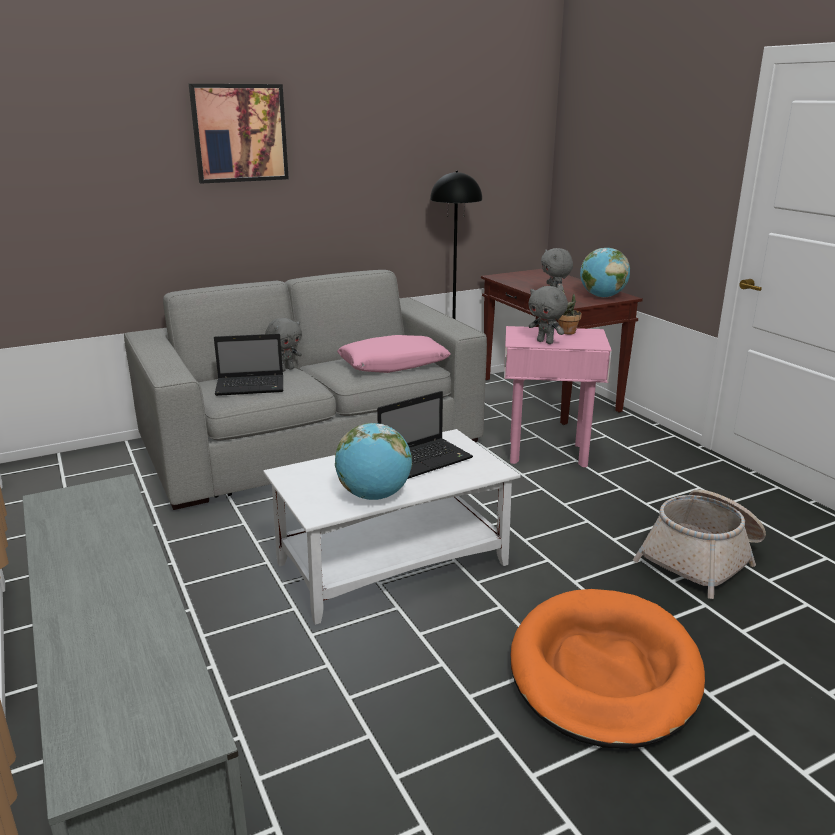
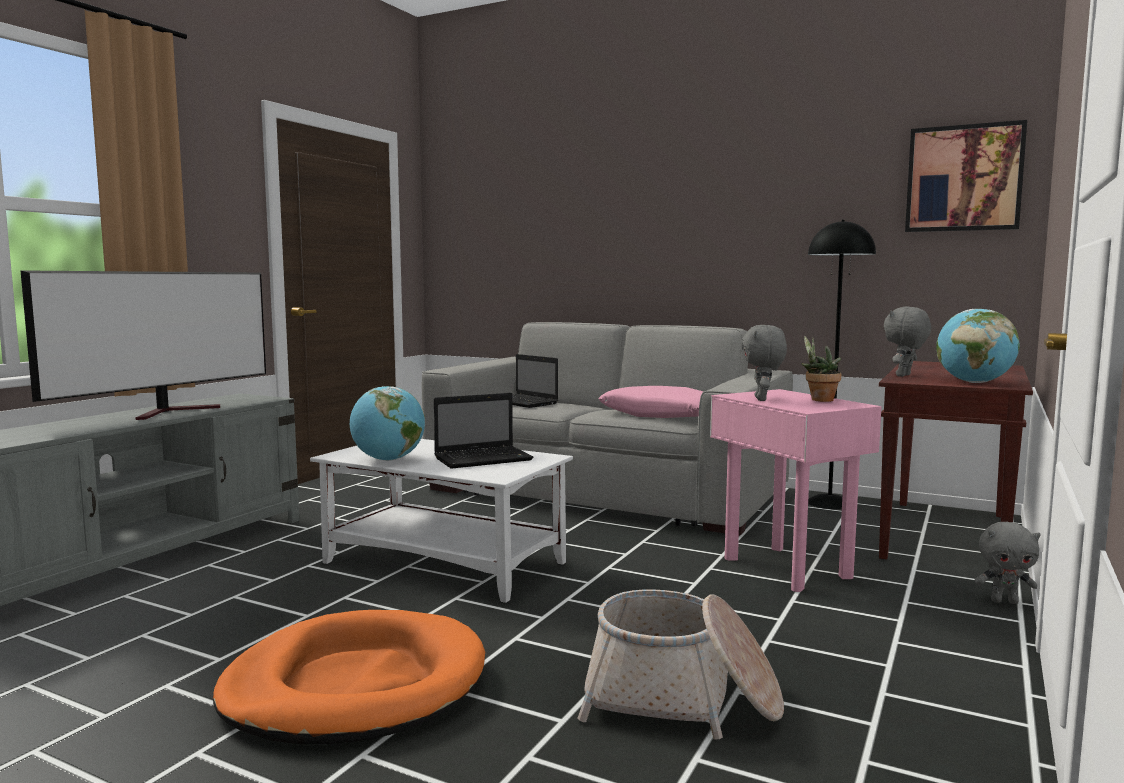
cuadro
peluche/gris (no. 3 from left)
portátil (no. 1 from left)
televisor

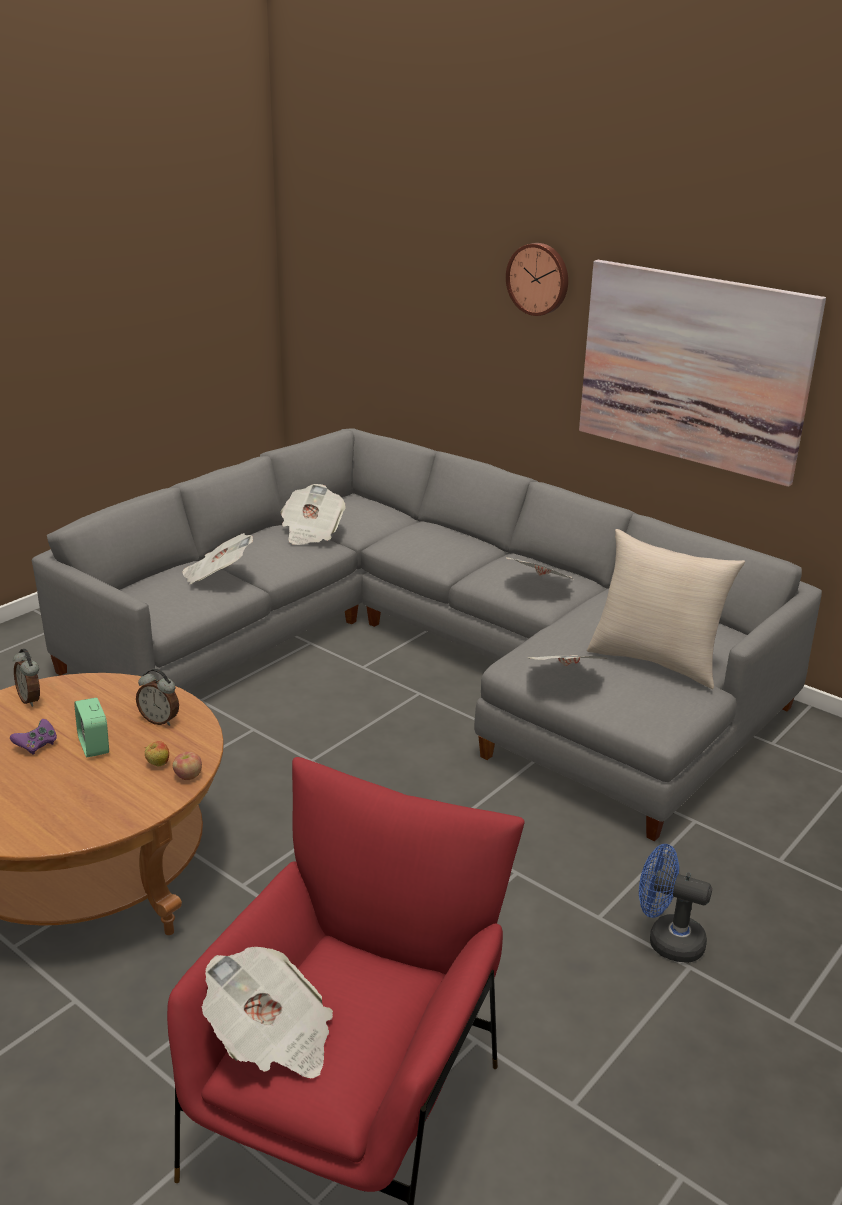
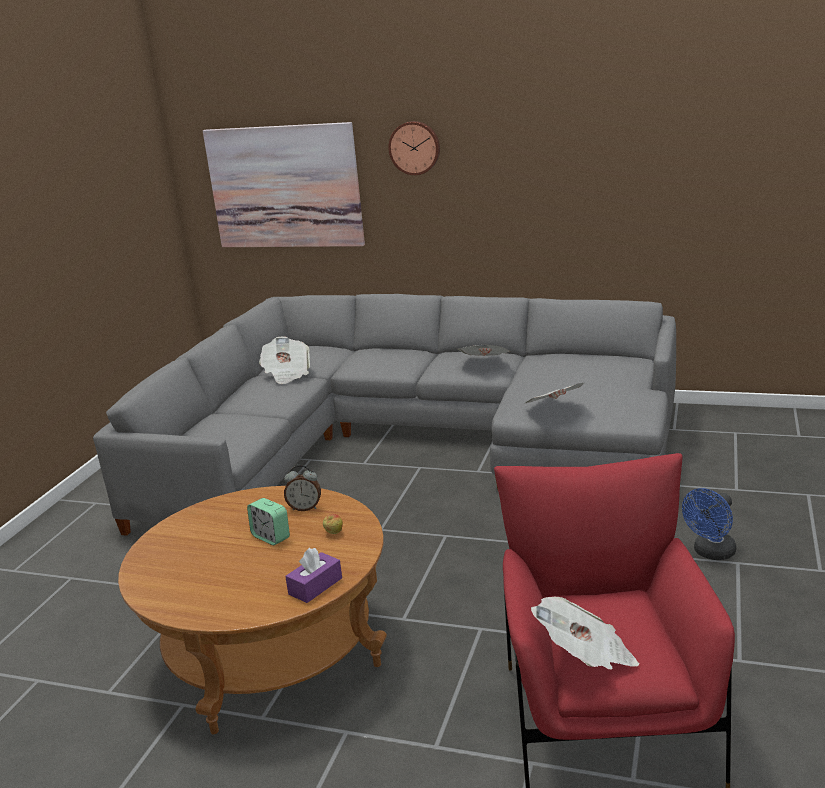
cuadro
cojín/beis
periódico (no. 1 from left in the first image)
despertador (no. 1 from left in the first image)
mando de consola/morado
manzana (no. 2 from left in the first image)
ventilador/azul
caja de pañuelos/morado

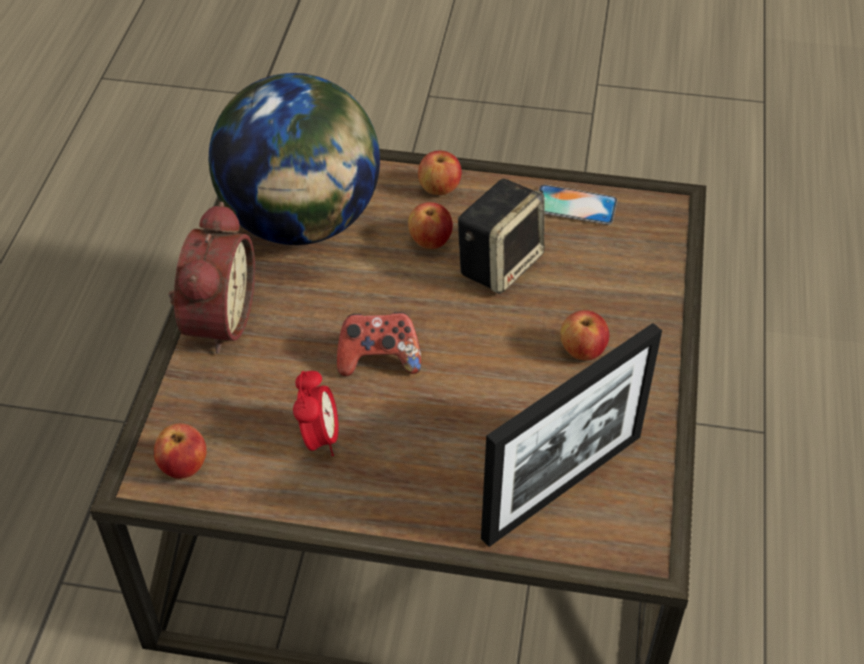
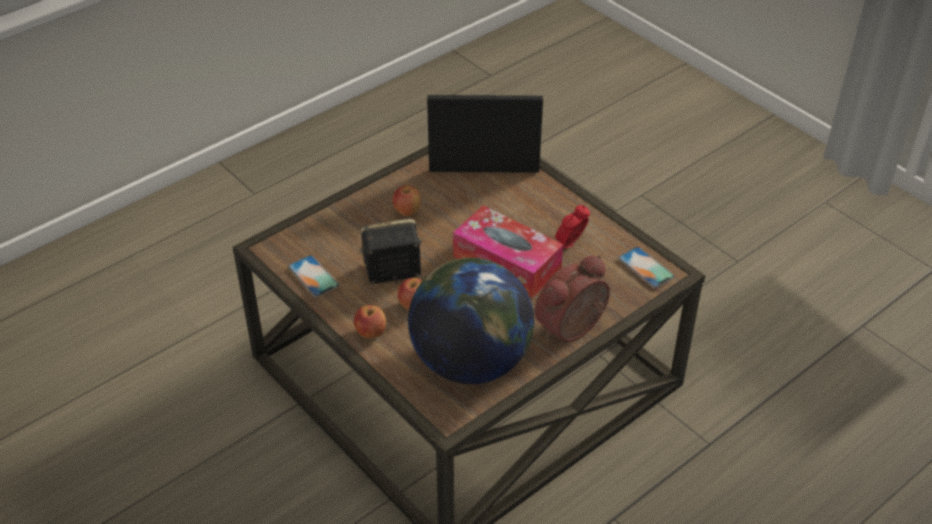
caja de pañuelos
móvil (no. 2 from left)

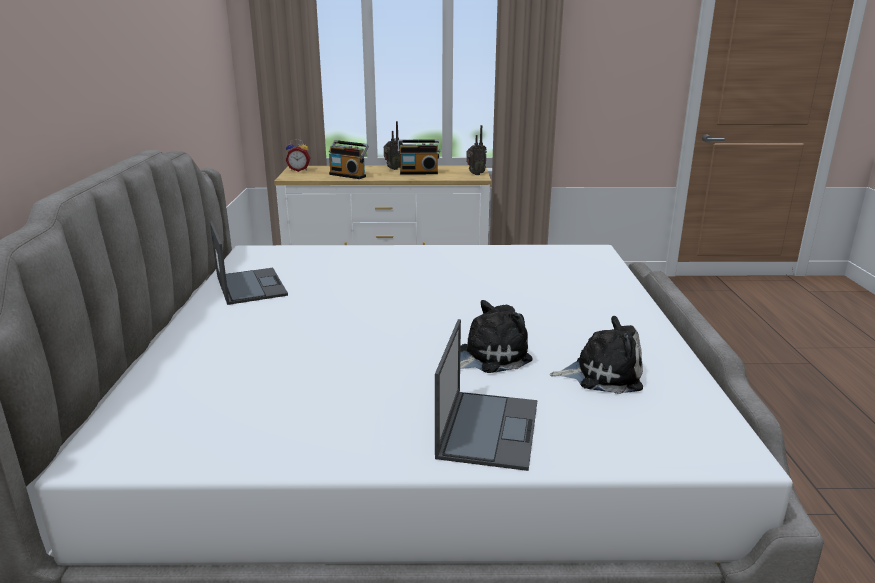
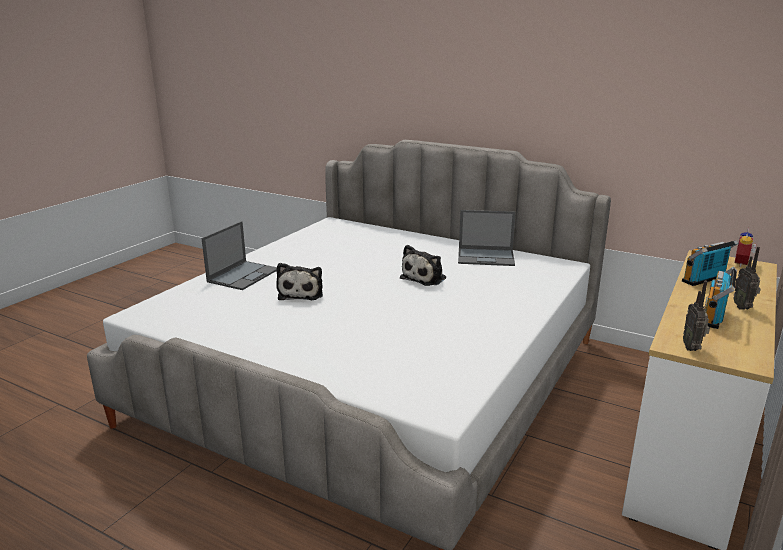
peluche (no. 2 from left)
portátil (no. 1 from left)

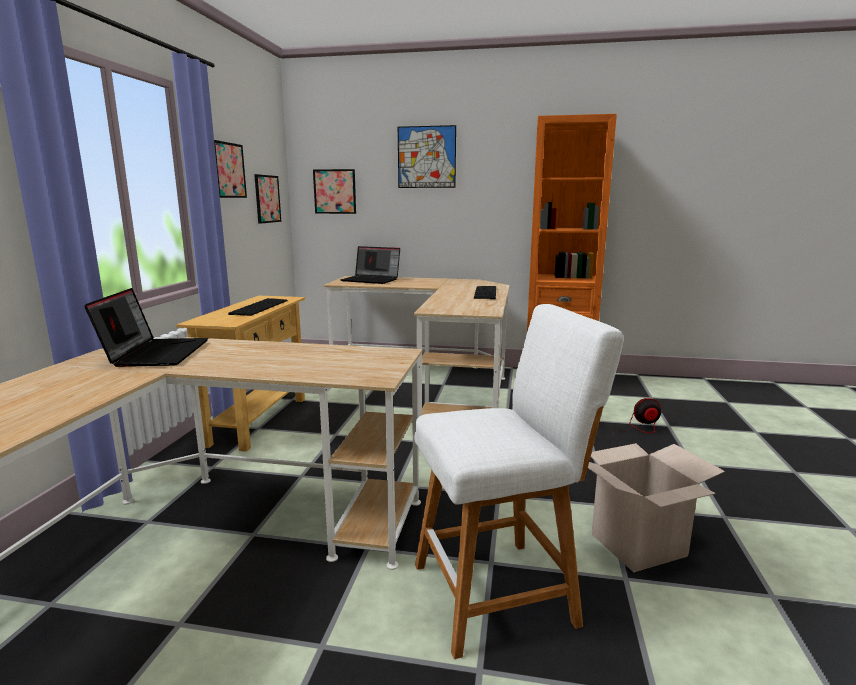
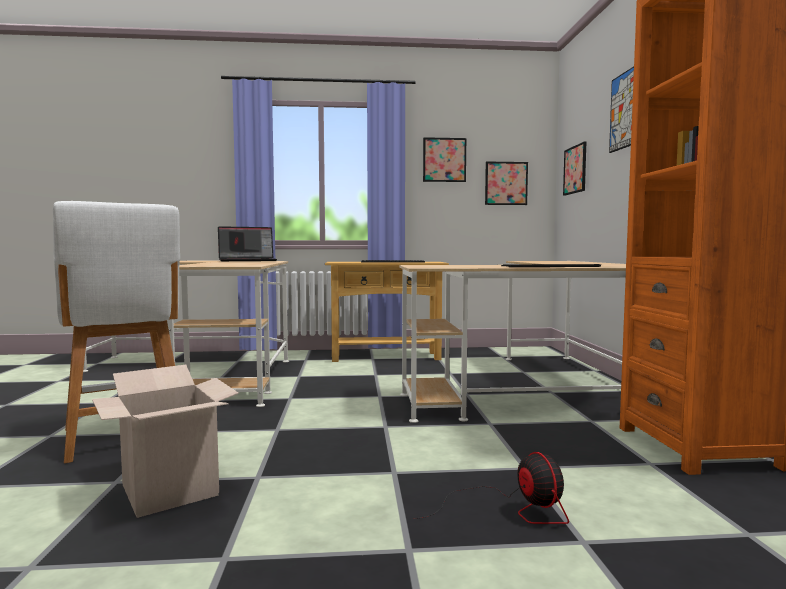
portátil (no. 2 from left in the first image)

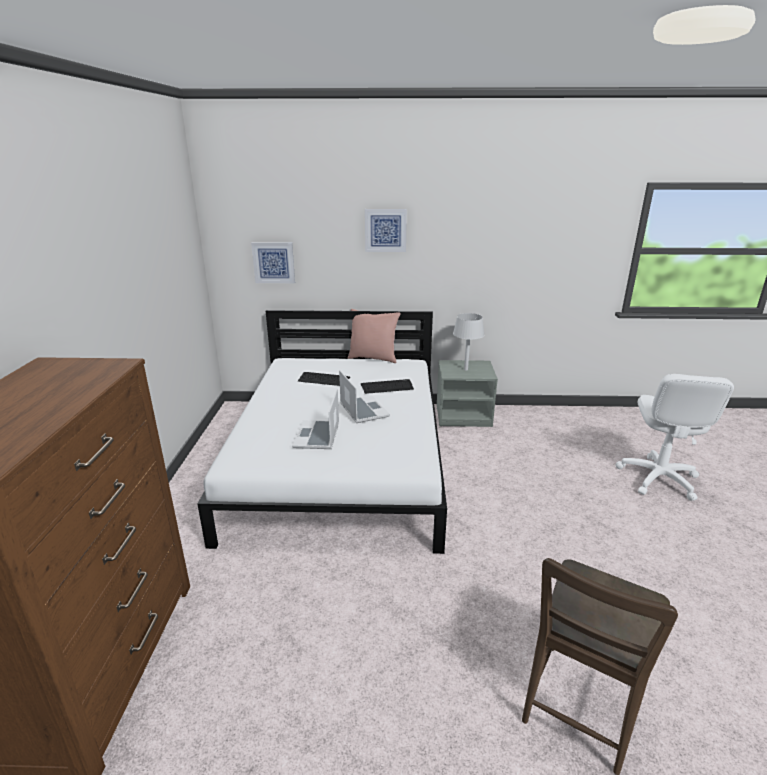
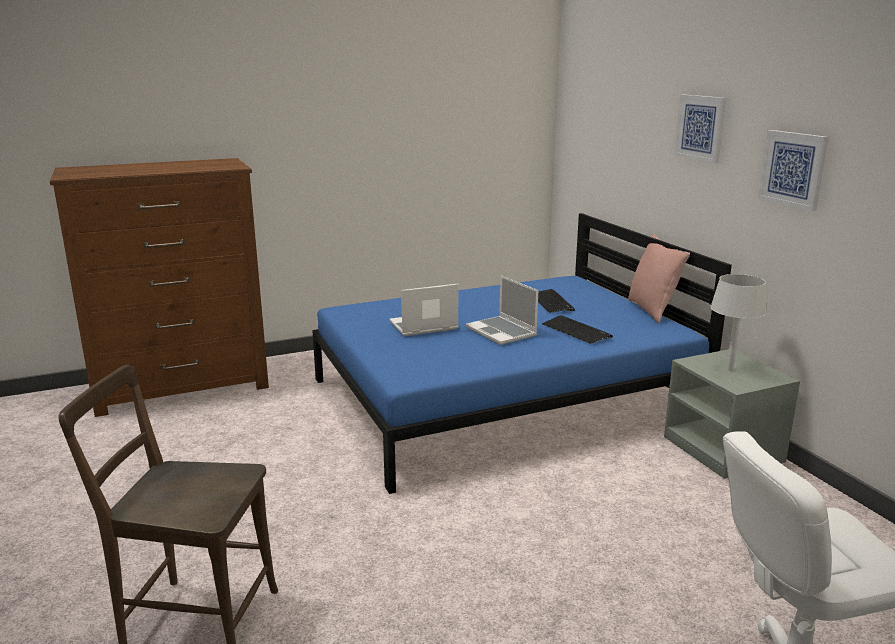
cuadro (no. 2 from left)
cama/azul
portátil (no. 2 from left)

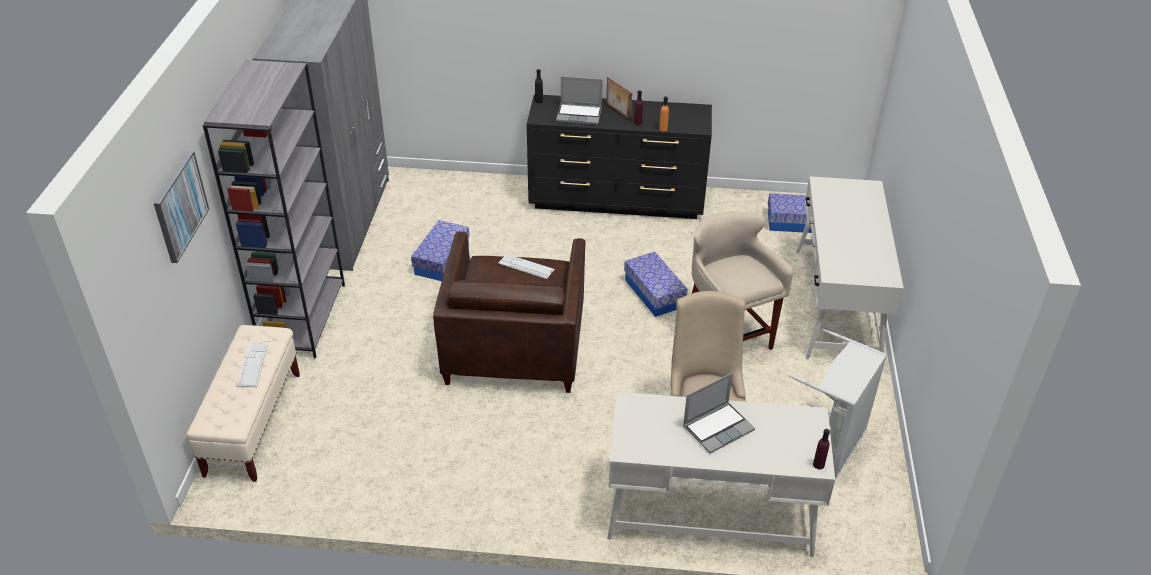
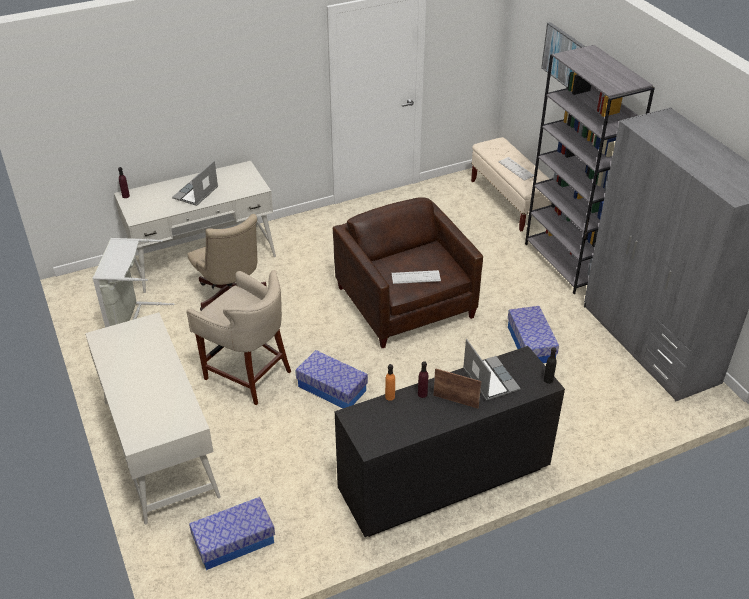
portátil (no. 2 from left)

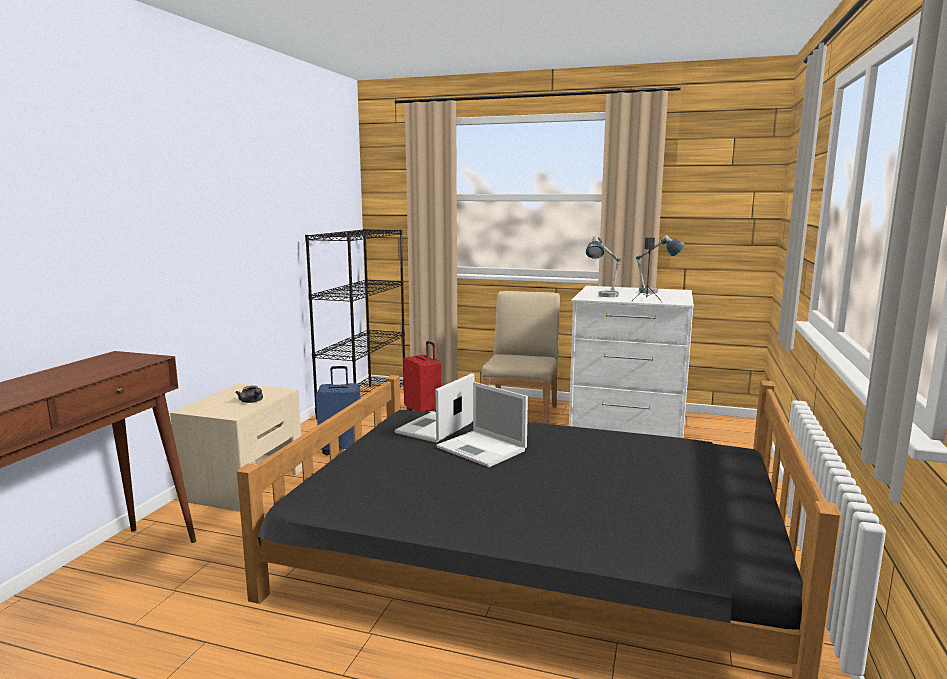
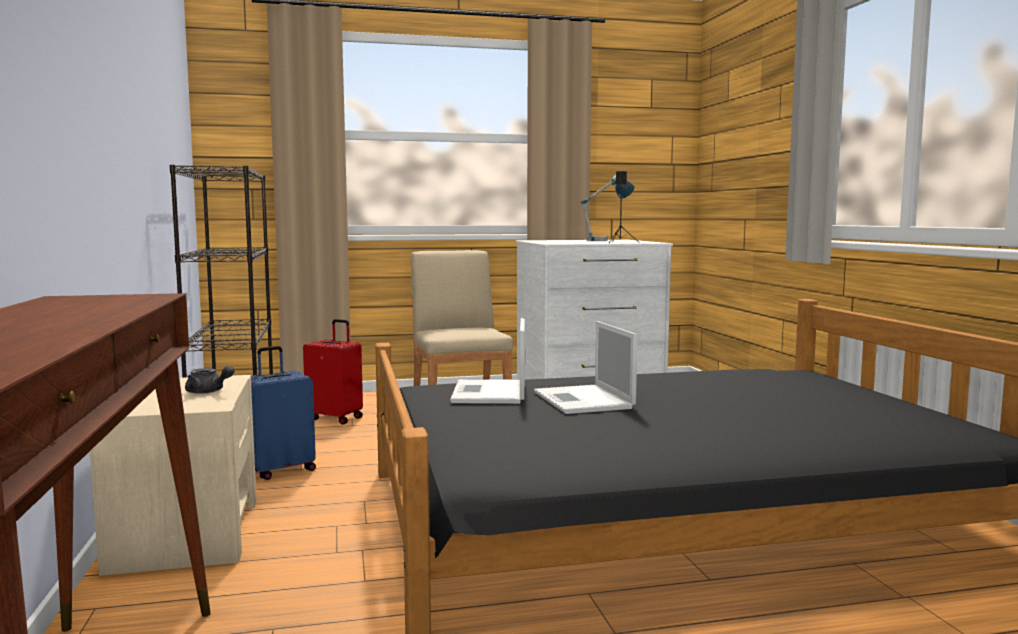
lámpara de mesa (no. 1 from left in the first image)
portátil (no. 2 from left)

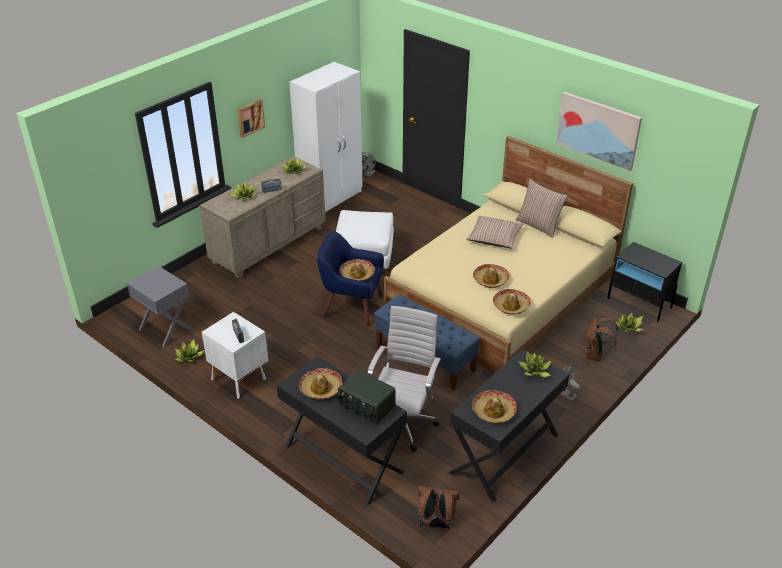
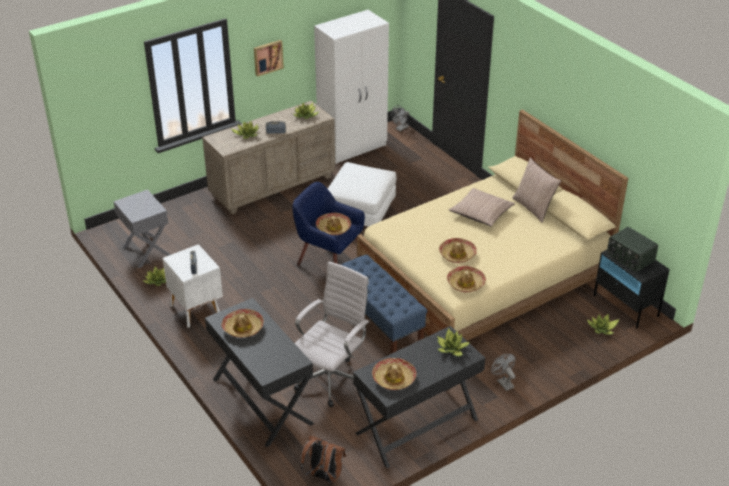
cuadro (no. 2 from left in the first image)
mochila/marrón (no. 2 from left in the first image)
radio (no. 3 from left)

